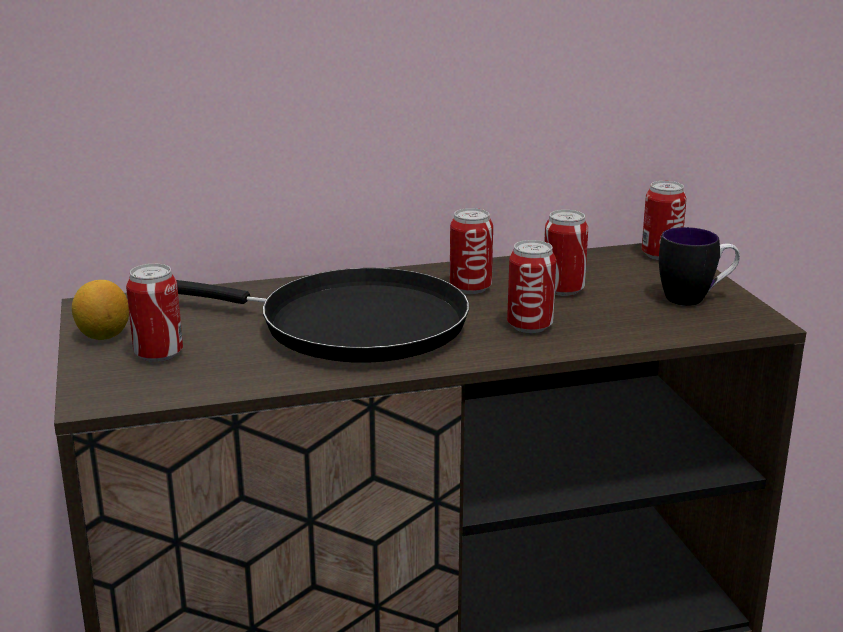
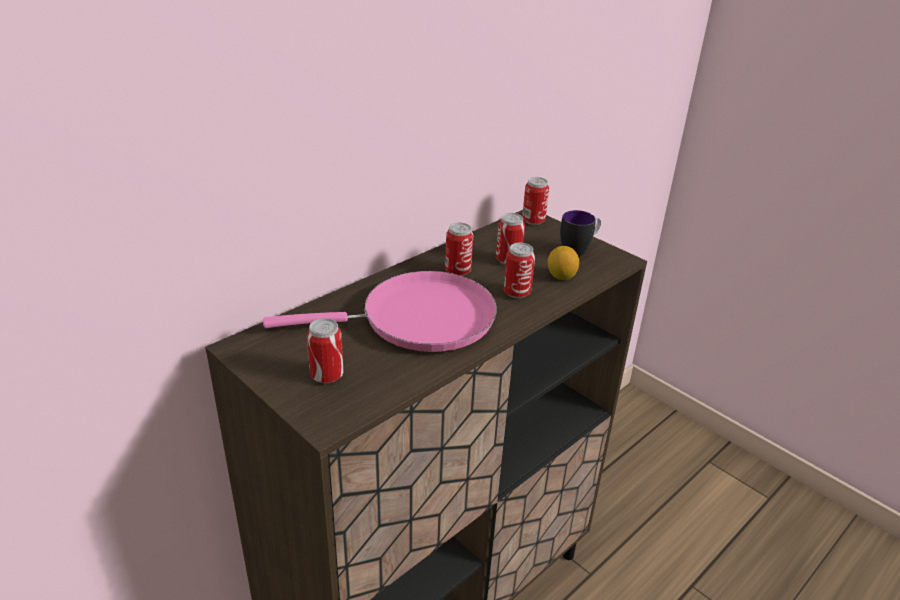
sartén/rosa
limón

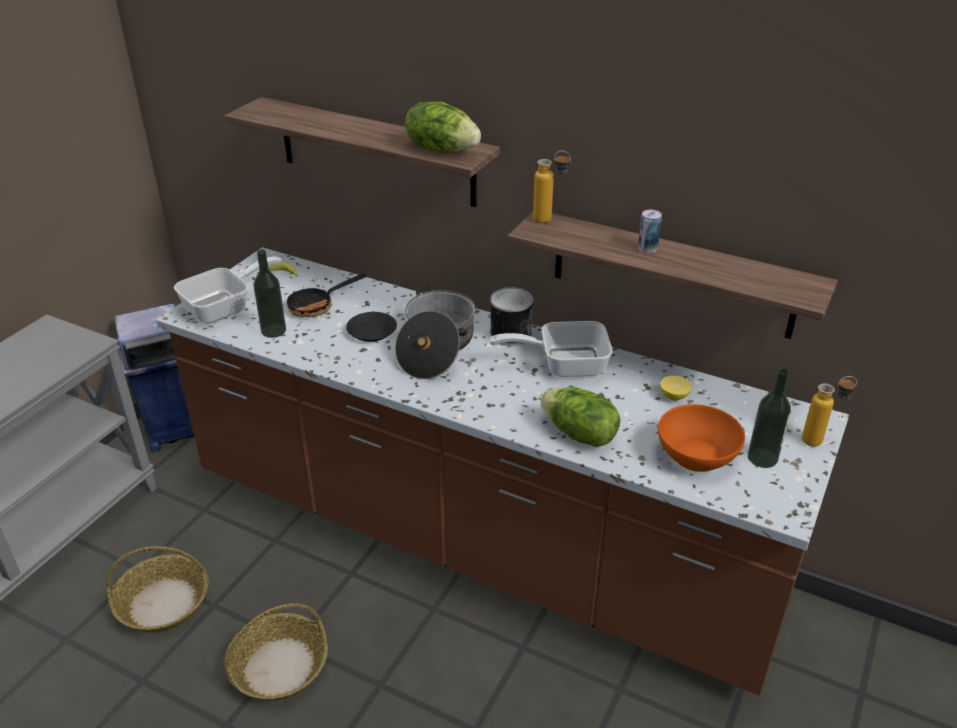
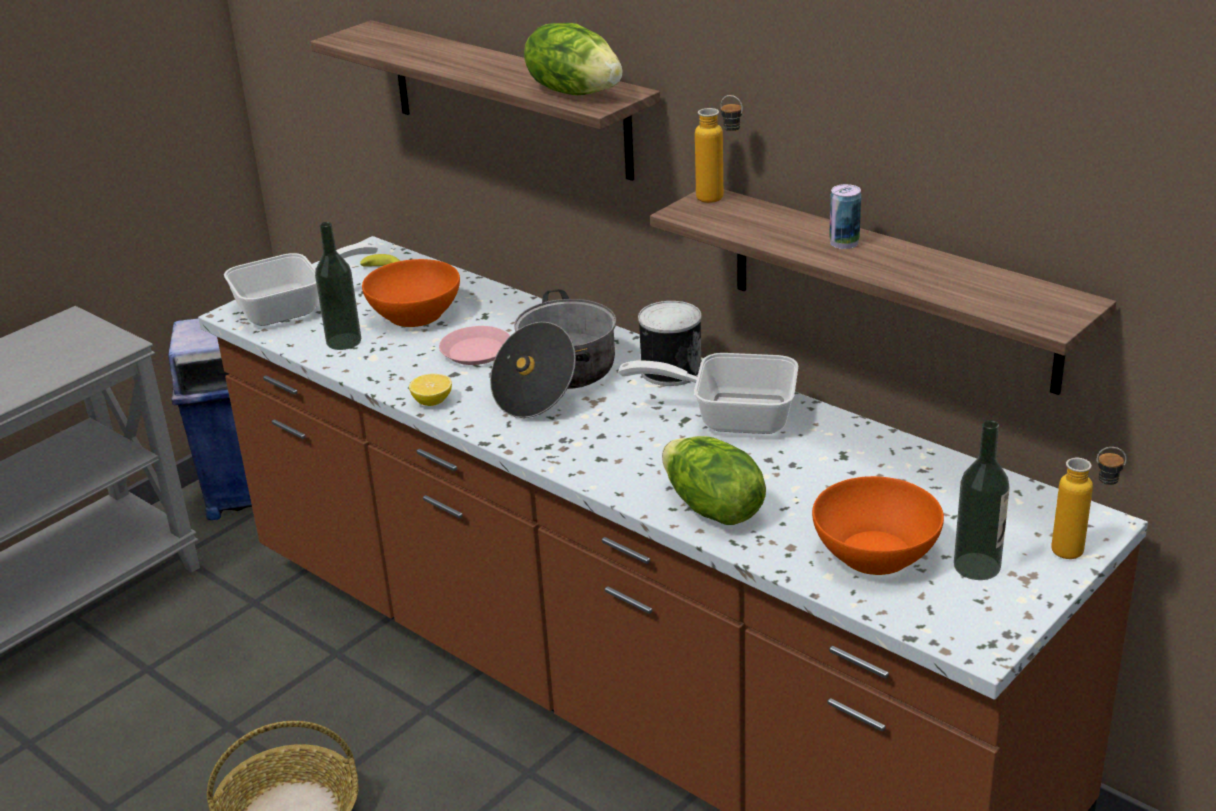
cuenco/naranja (no. 1 from left)
plato/rosa
limón
cesta (no. 1 from left in the first image)

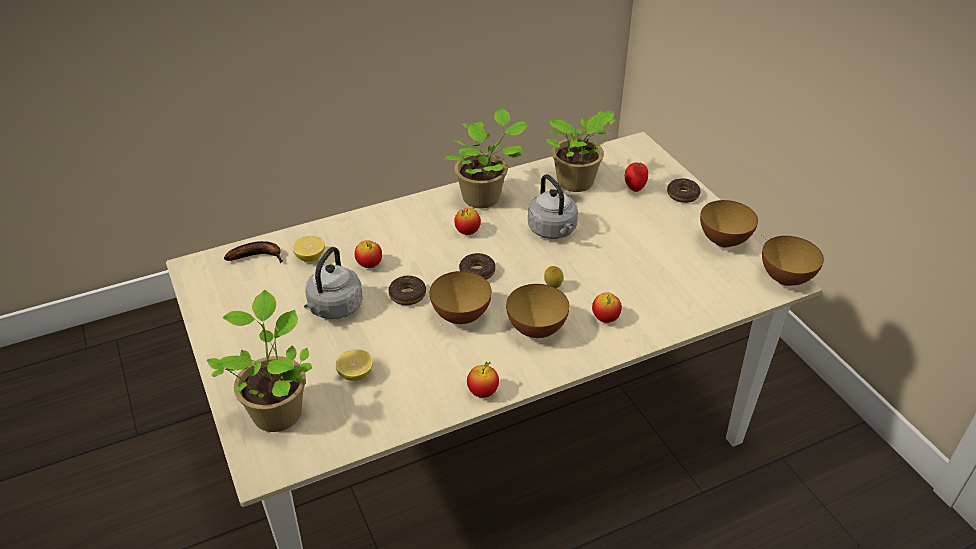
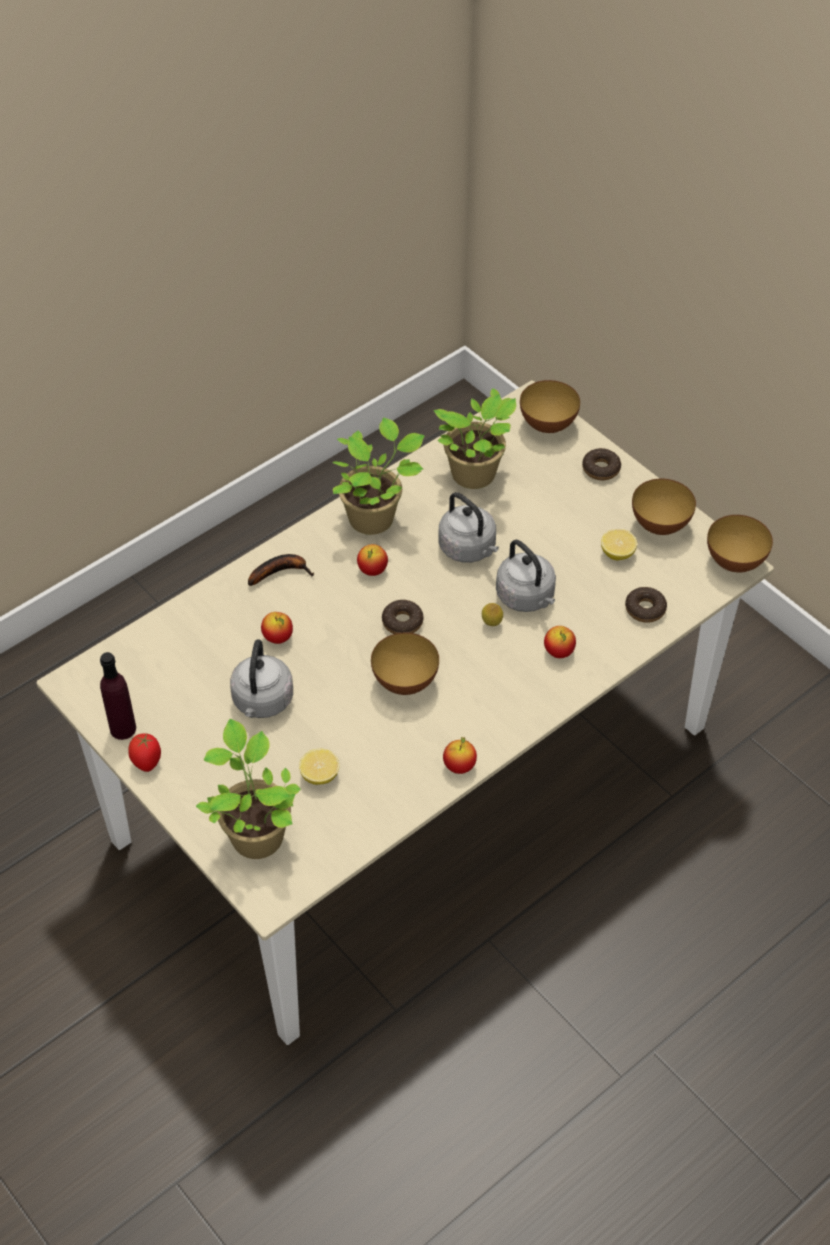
tomate
limón (no. 3 from left)
plátano
rosquilla (no. 3 from left)
cuenco (no. 2 from left)
hervidor/gris (no. 3 from left)
botella/morado

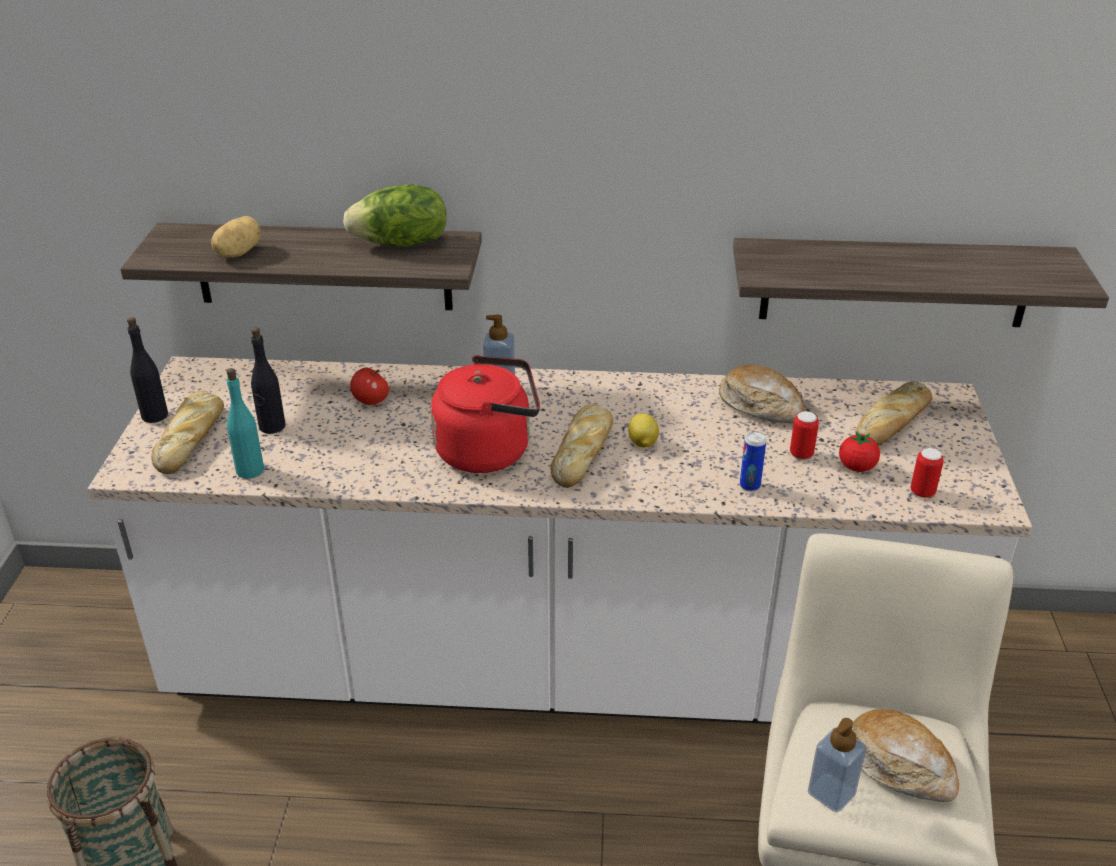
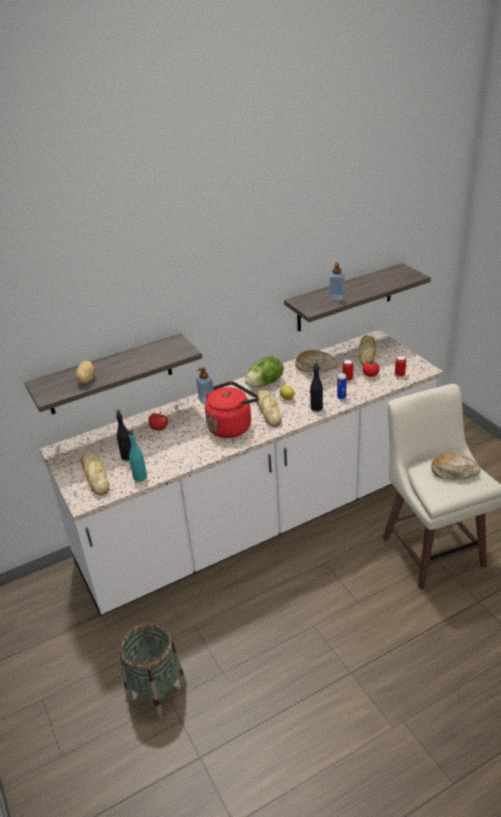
lechuga
botella/negro (no. 2 from left)
dispensador de jabón (no. 2 from left)

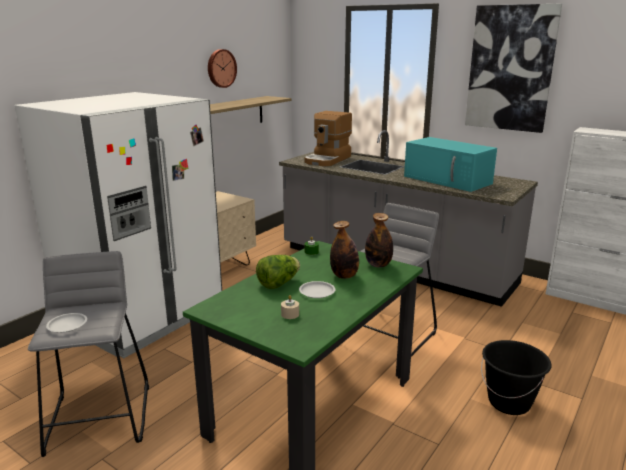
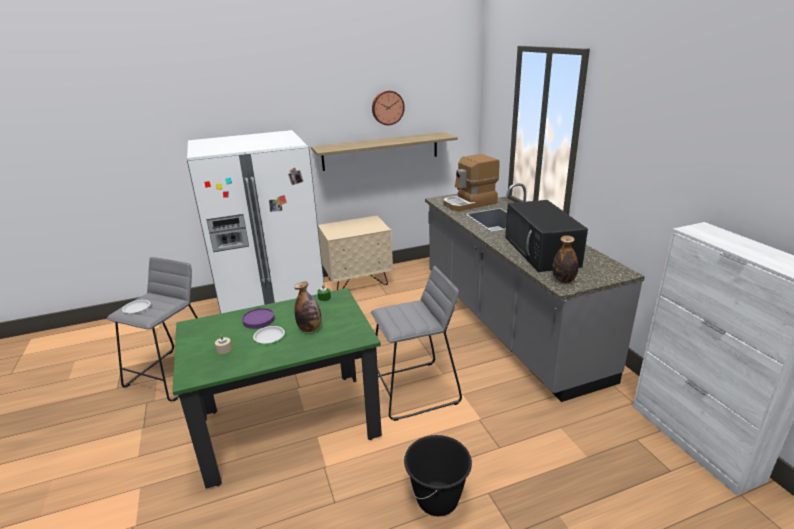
cuadro
microondas/negro
botella (no. 2 from left)
plato/morado

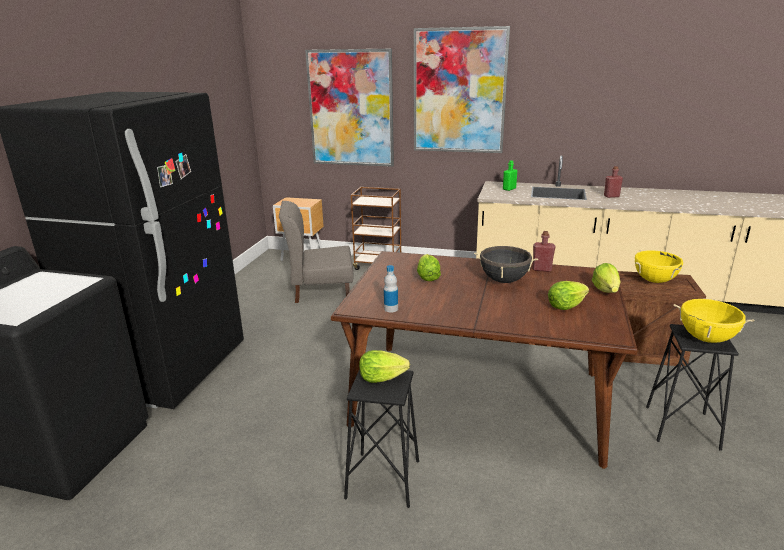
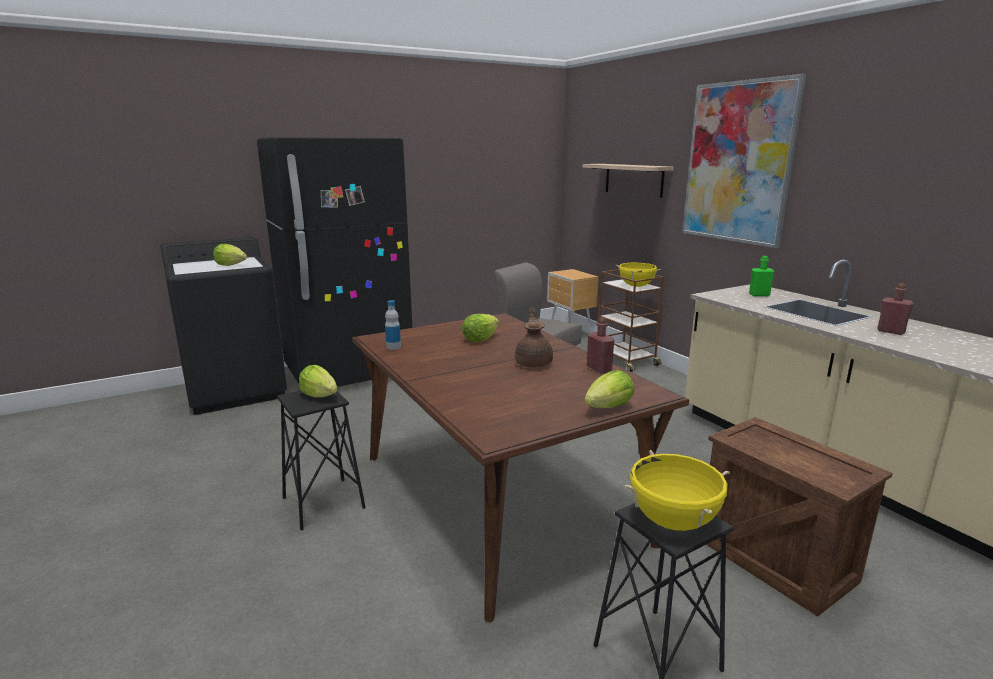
estante
tetera/marrón
olla/amarillo (no. 1 from left)
lechuga (no. 1 from left)

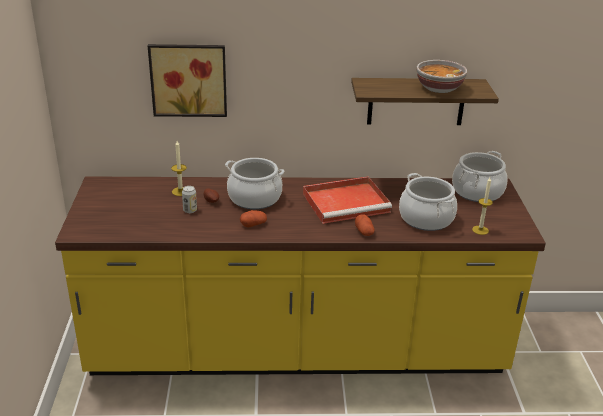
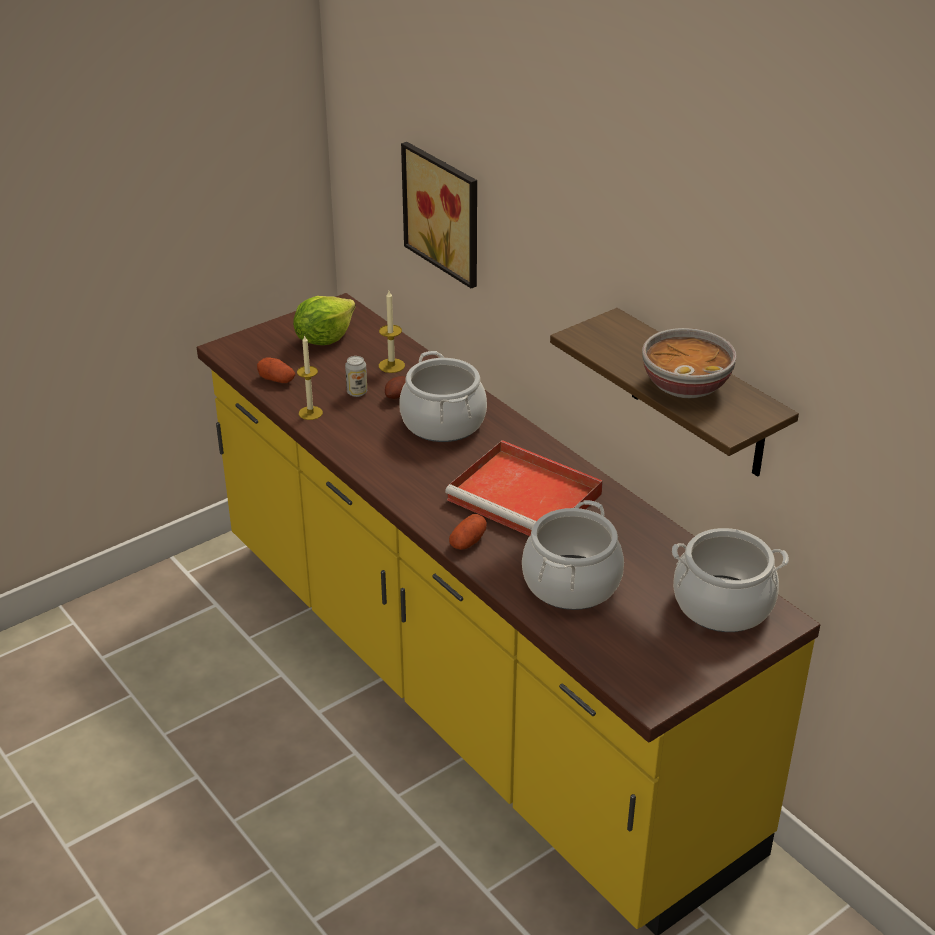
vela (no. 1 from left)
patata (no. 1 from left)
lechuga

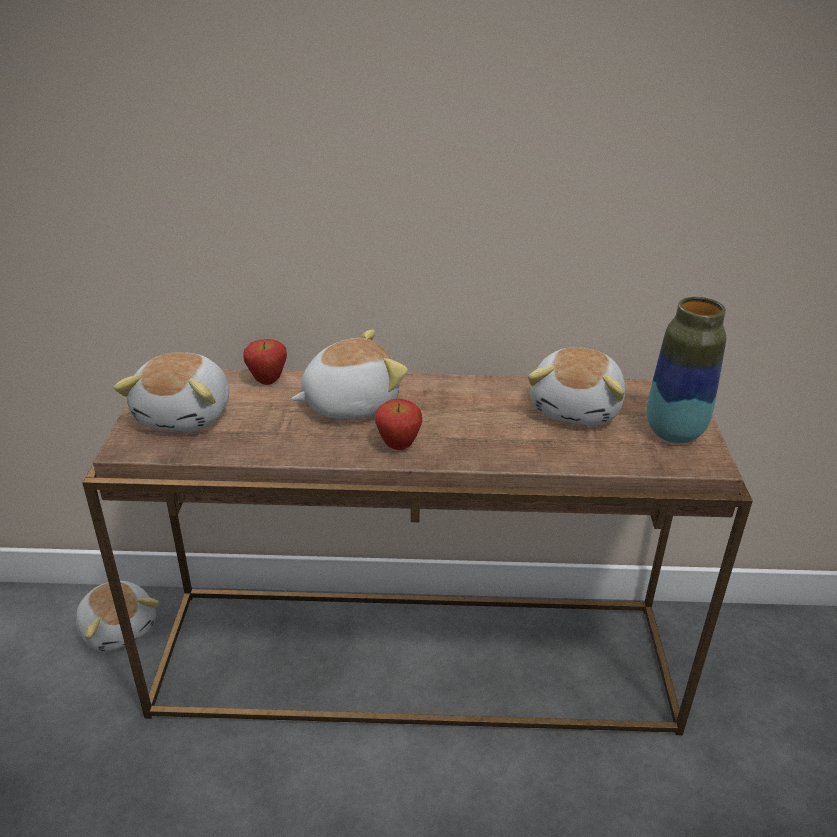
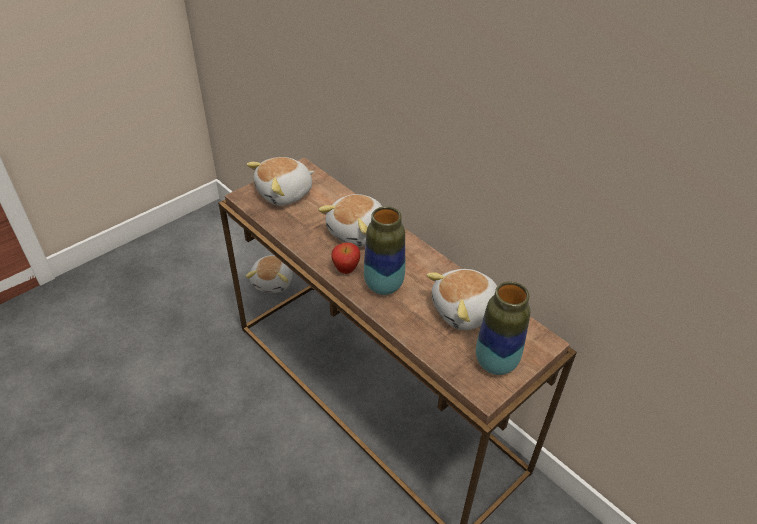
peluche (no. 3 from left)
manzana (no. 1 from left in the first image)
florero (no. 1 from left)

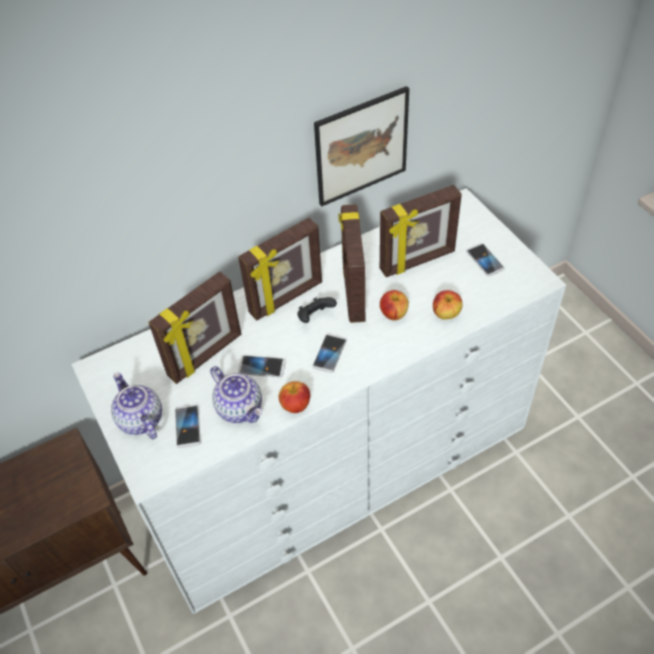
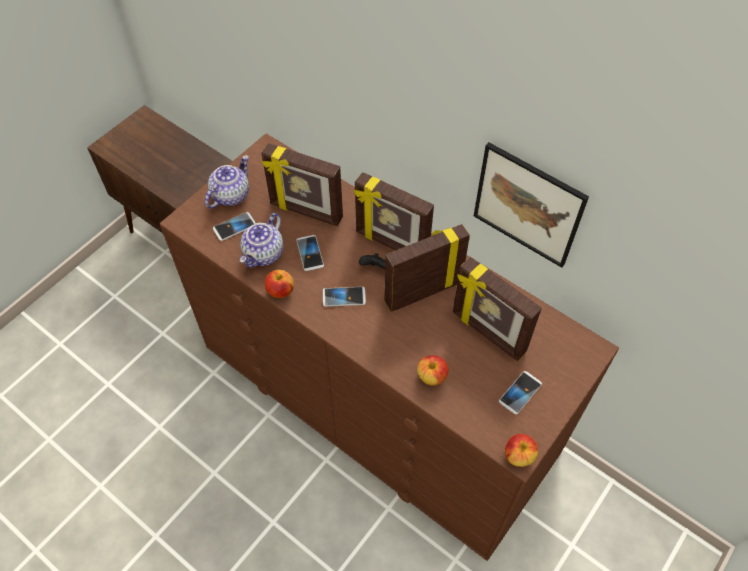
cómoda/marrón
manzana (no. 3 from left)

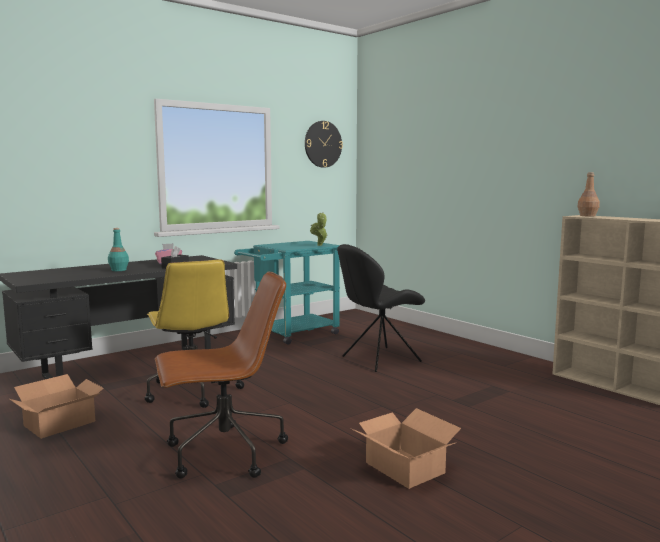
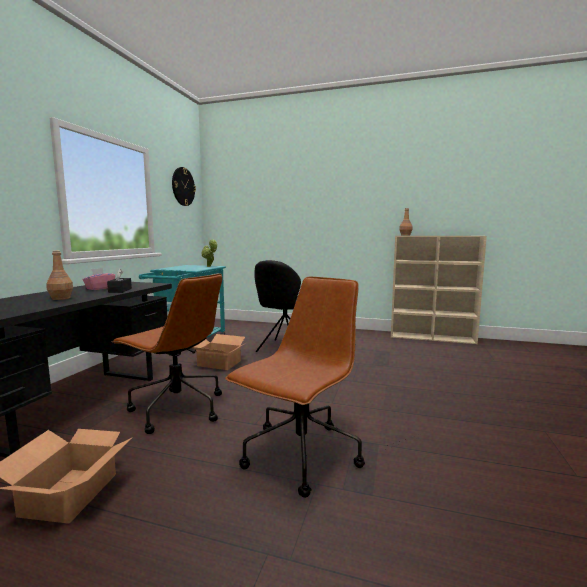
botella/marrón (no. 1 from left)
silla de oficina/marrón (no. 1 from left)
caja de cartón (no. 2 from left)

